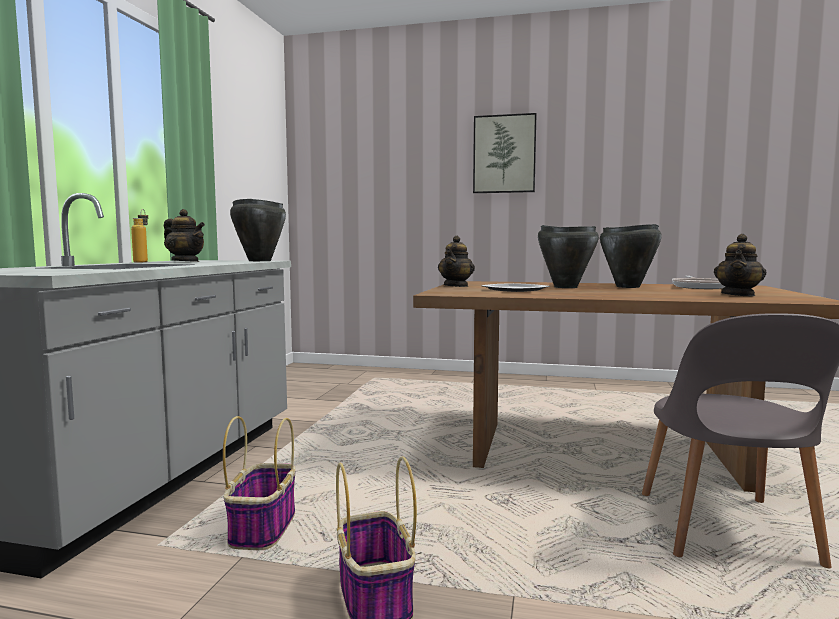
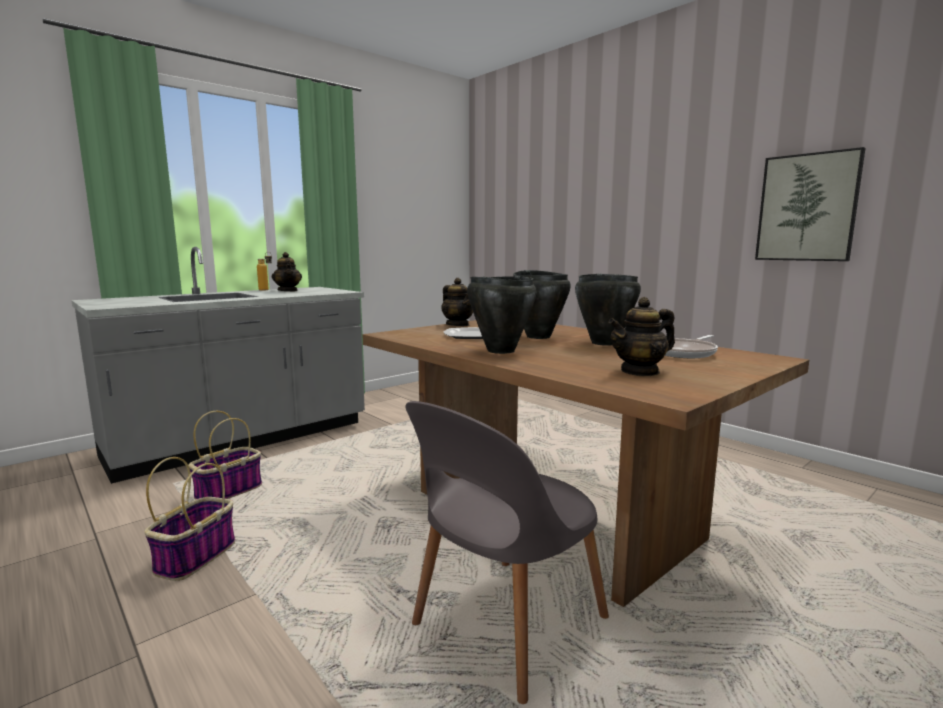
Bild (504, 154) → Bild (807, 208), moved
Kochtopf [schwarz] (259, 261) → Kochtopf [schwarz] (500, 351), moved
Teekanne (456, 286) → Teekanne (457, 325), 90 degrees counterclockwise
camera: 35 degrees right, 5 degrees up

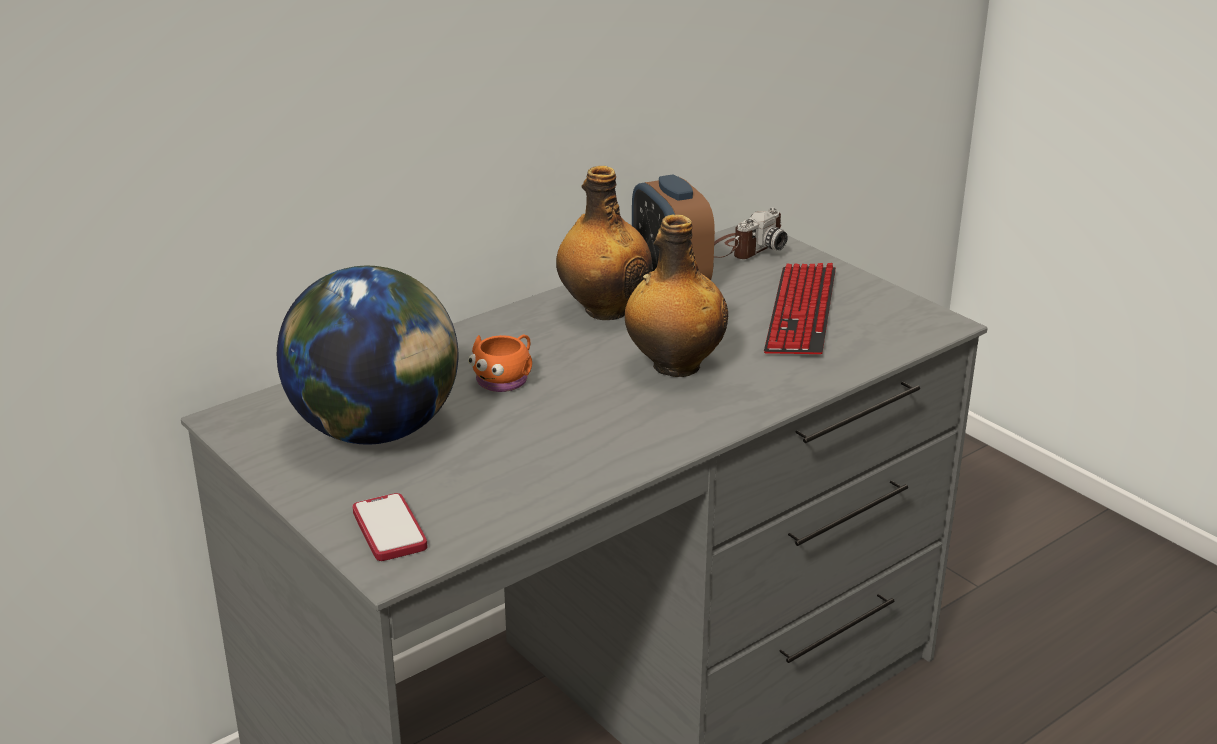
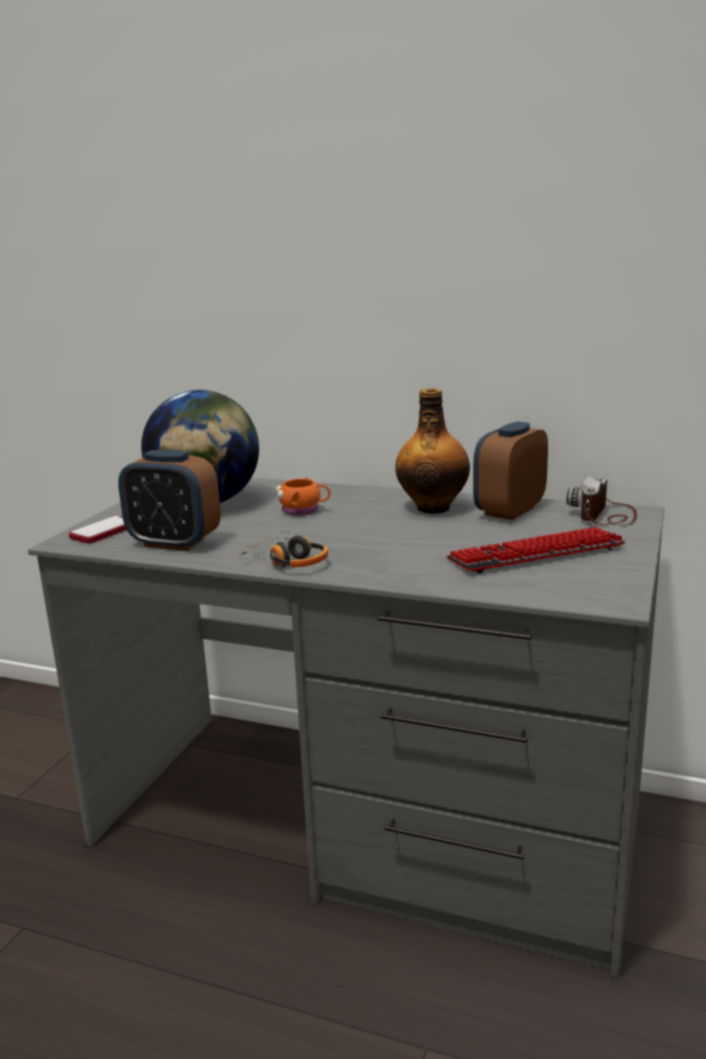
Kamera (744, 248) → Kamera (606, 516), 105 degrees clockwise
Flasche (674, 366) → -
- → Wecker (174, 543)
- → Kopfhörer (287, 560)
camera: 60 degrees right, 10 degrees down

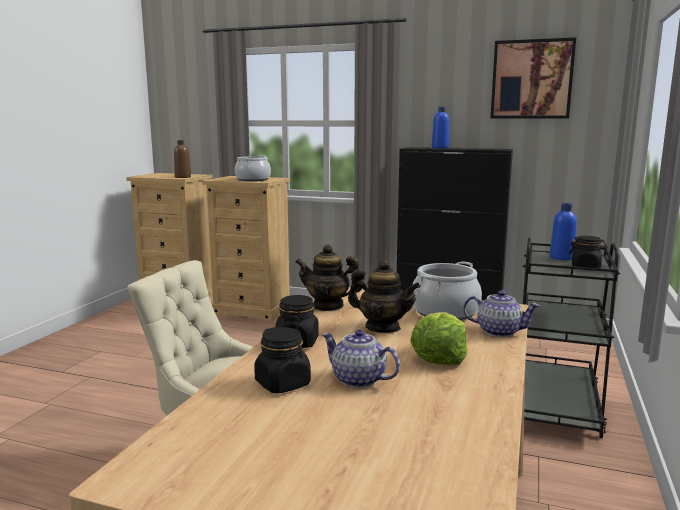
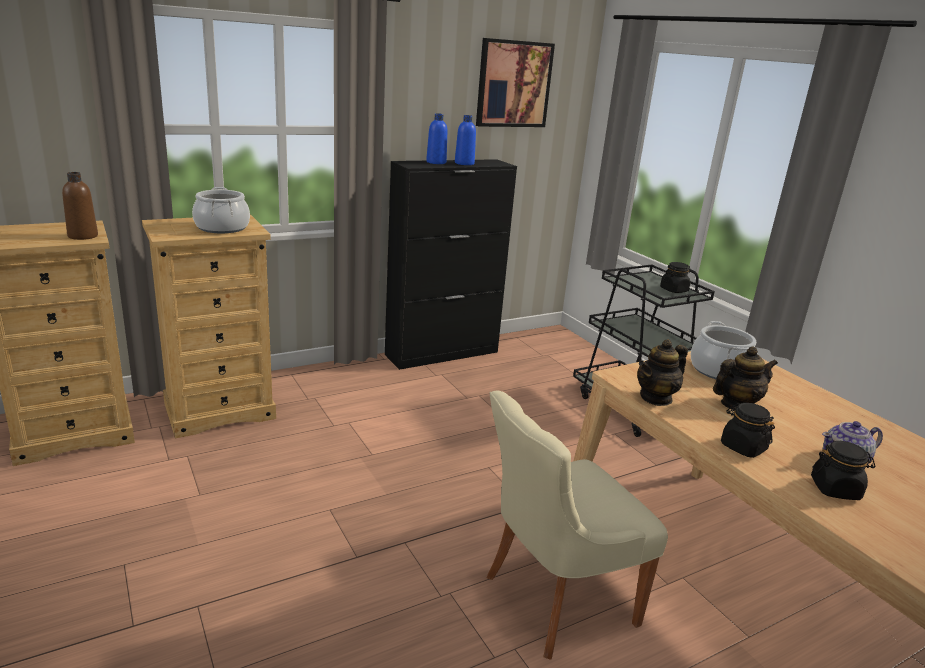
Flasche [blau] (561, 257) → Flasche [blau] (464, 163), moved
Teekanne (498, 331) → -
Salatkopf (439, 357) → -
camera: 50 degrees left, 10 degrees up

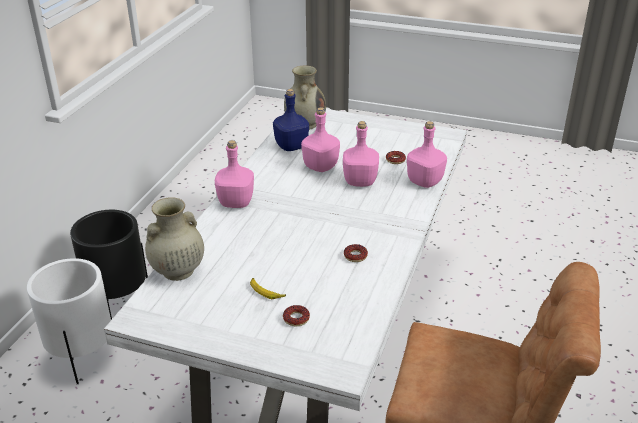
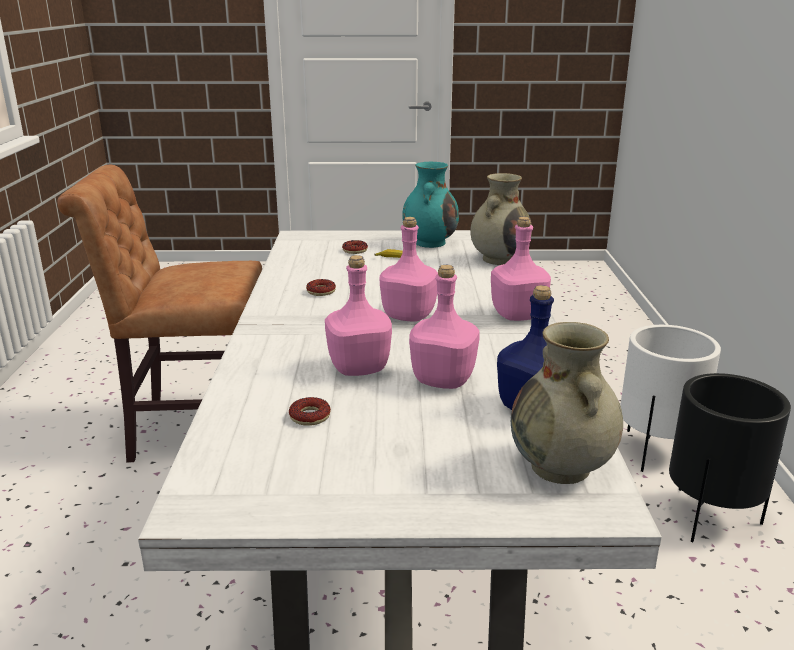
Flasche [rosa] (424, 181) → Flasche [rosa] (410, 316), moved
- → Vase [türkis] (430, 242)
camera: 160 degrees right, 10 degrees down

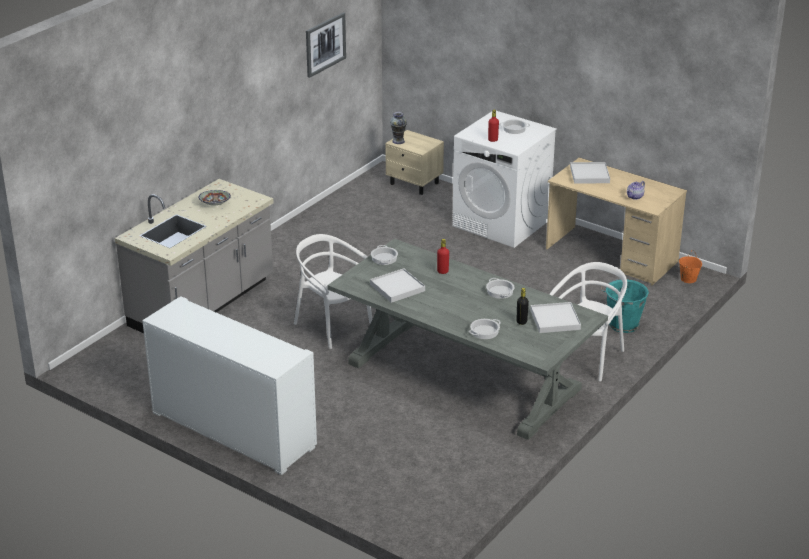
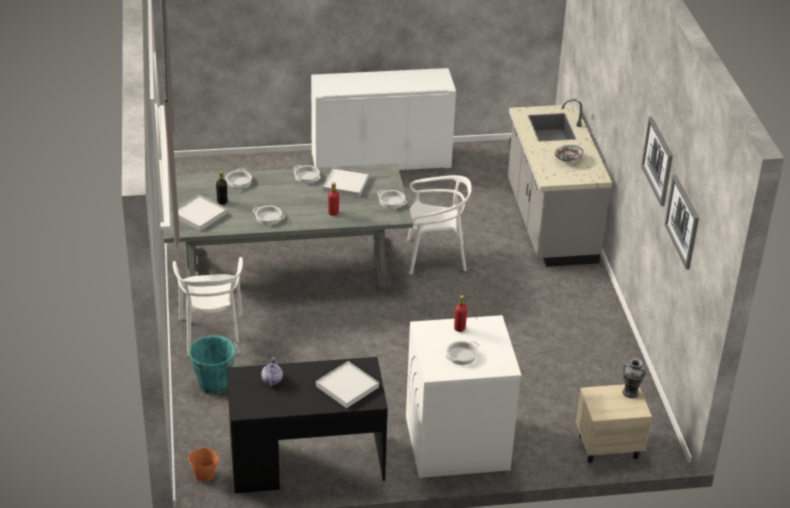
Schreibtisch [beige] (611, 256) → Schreibtisch [schwarz] (306, 462)
- → Bild (658, 161)
- → Kochtopf (306, 177)
camera: 135 degrees right, 5 degrees up

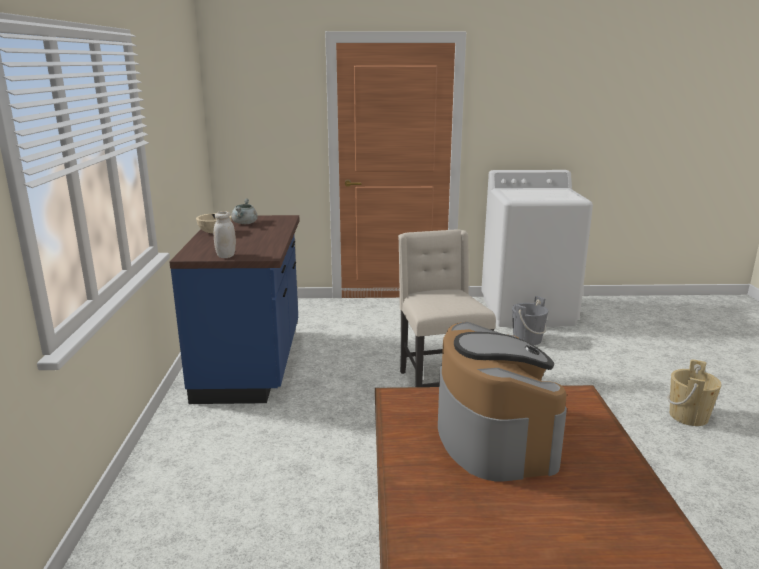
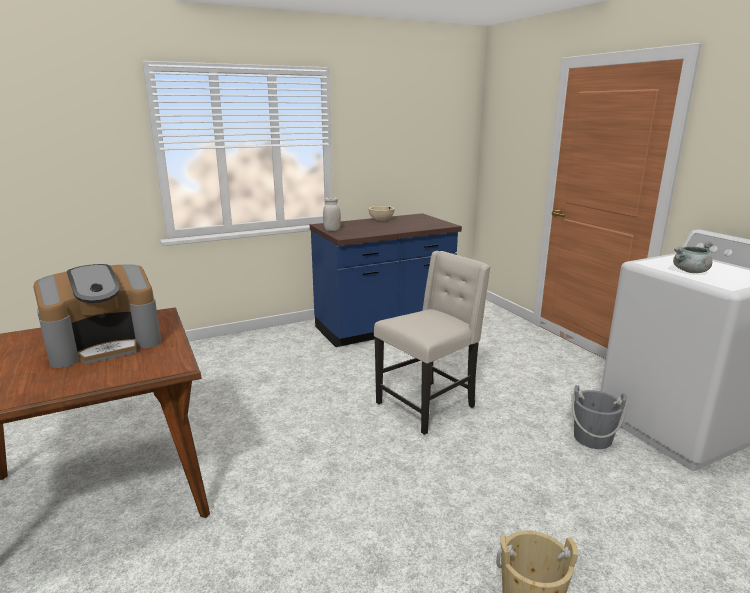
Kochtopf [grau] (245, 223) → Kochtopf [grau] (690, 271), moved
camera: 65 degrees right, 0 degrees up

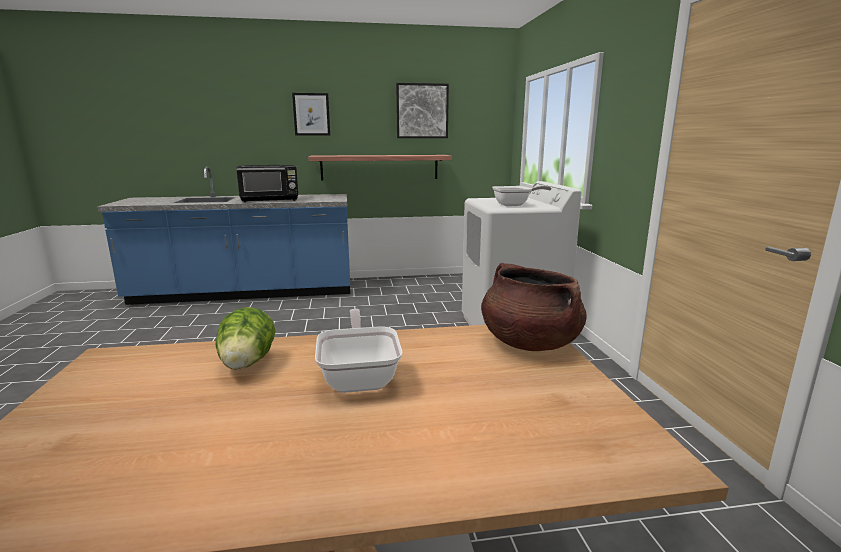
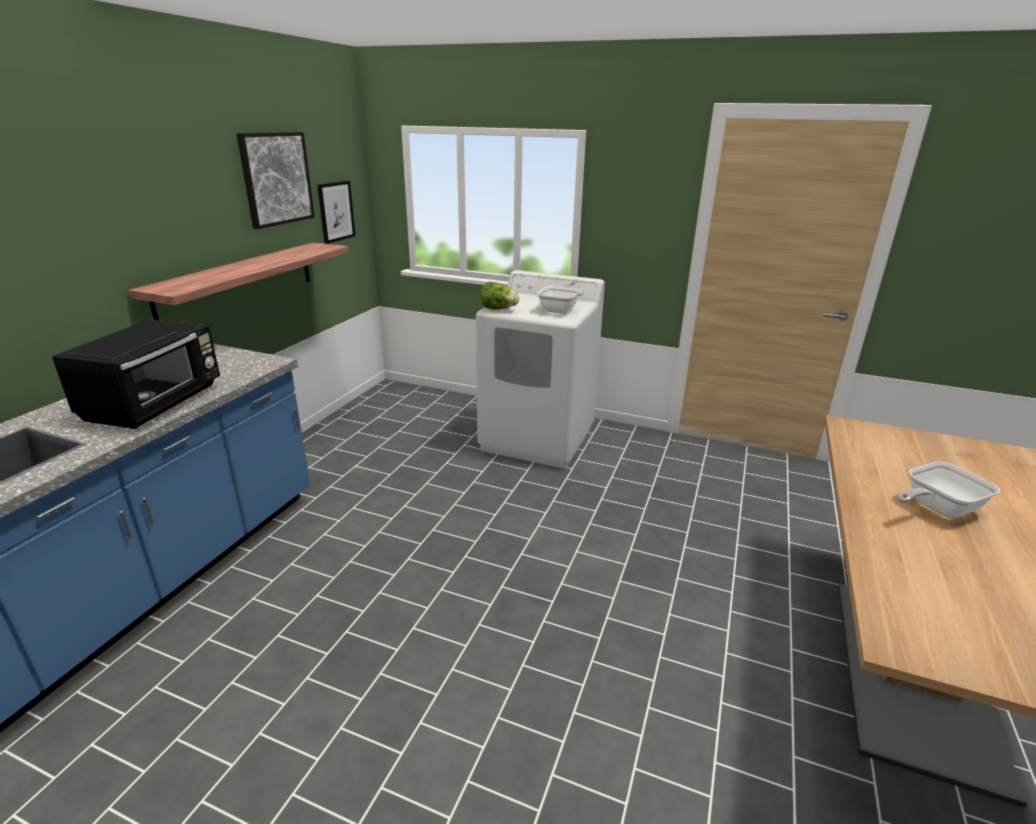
Bild (311, 114) → Bild (336, 211), moved
Kochtopf [braun] (529, 343) → -
Salatkopf (247, 364) → Salatkopf (498, 309), moved
Pfanne (360, 376) → Pfanne (936, 508), 45 degrees counterclockwise
camera: 60 degrees left, 10 degrees up

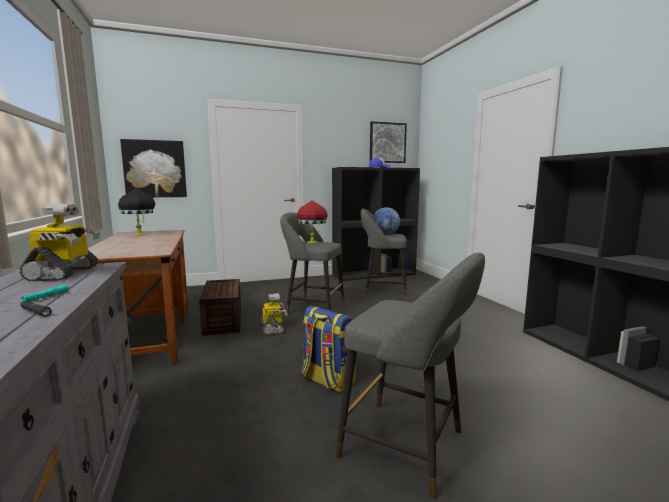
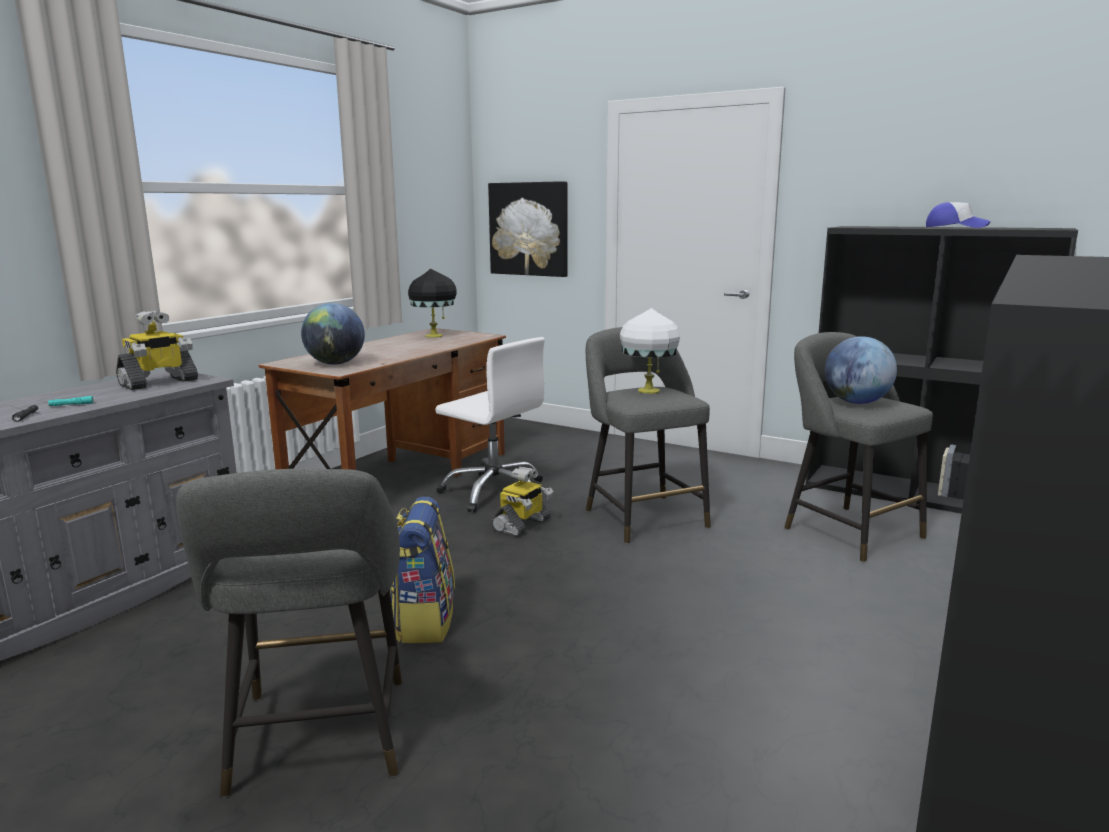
Bild (387, 142) → -
Tischlampe [rot] (312, 242) → Tischlampe [weiß] (648, 391)
Aufbewahrungsbox [braun] (224, 321) → Bürostuhl [weiß] (495, 492)
- → Globus (335, 364)
camera: 50 degrees right, 5 degrees up

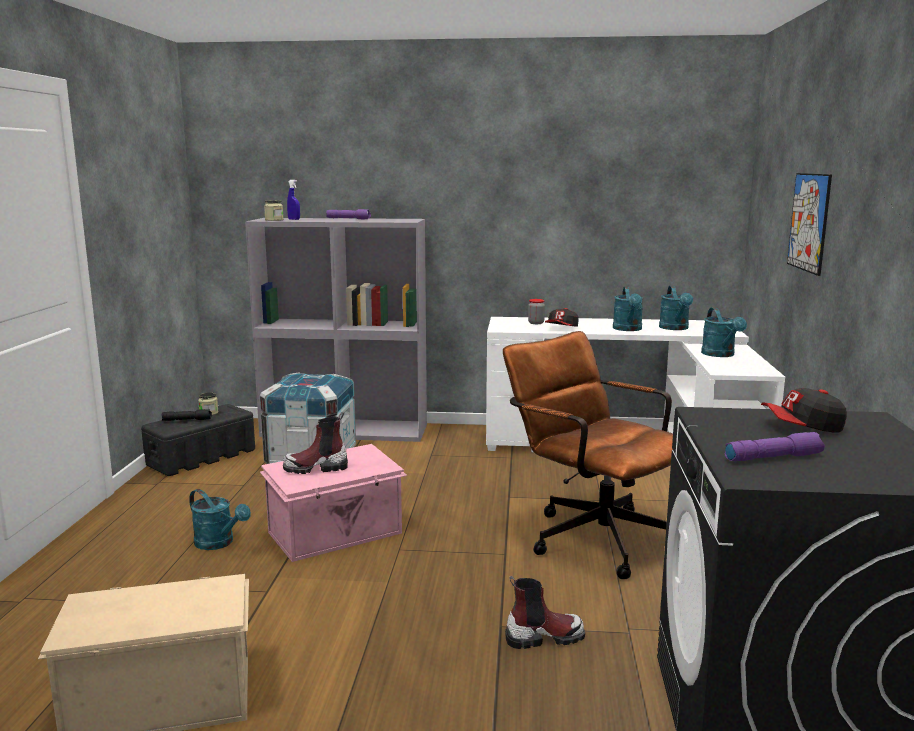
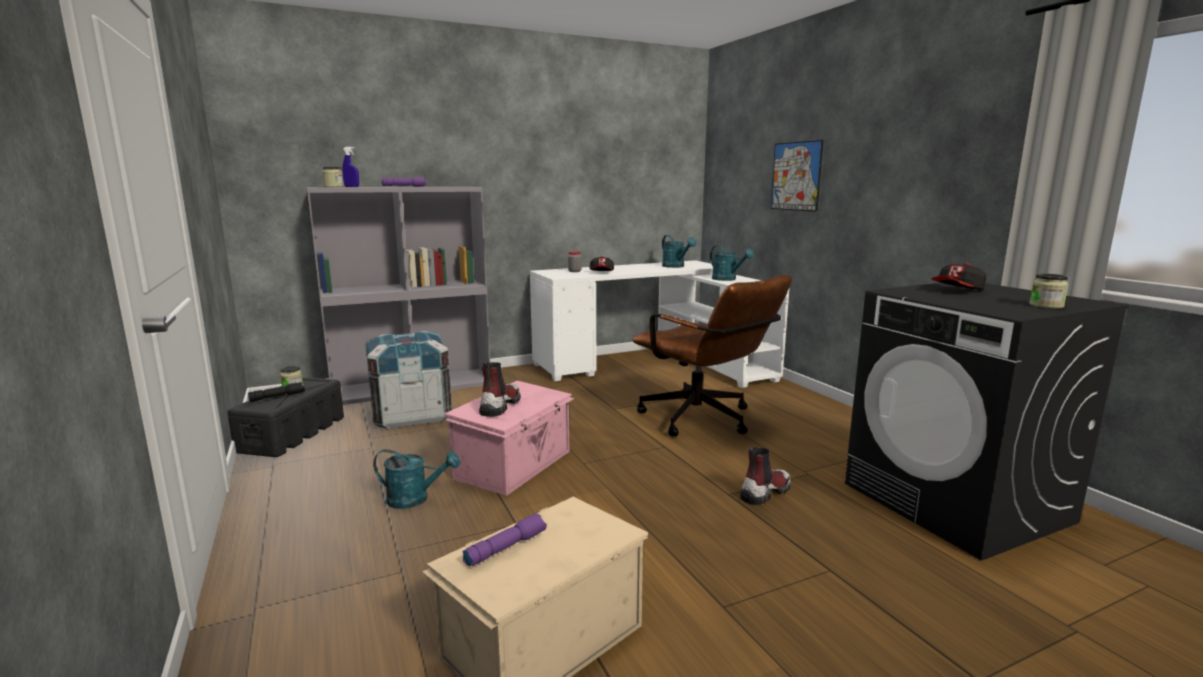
Gießkanne [türkis] (628, 329) → -
Bürostuhl [braun] (592, 535) → Bürostuhl [braun] (704, 421), 150 degrees counterclockwise
Stiefel (316, 468) → Stiefel (500, 406), 150 degrees clockwise
Taschenlampe [lila] (773, 457) → Taschenlampe [lila] (506, 547), moved
- → Vorratsglas (1046, 305)
camera: 30 degrees left, 0 degrees up

